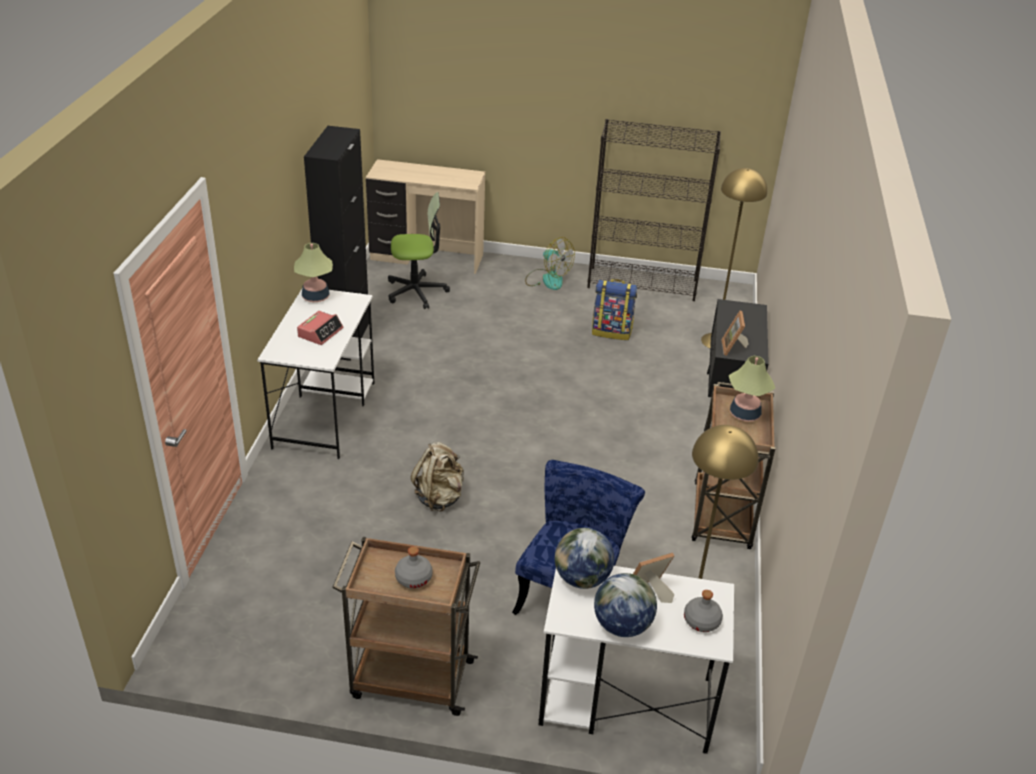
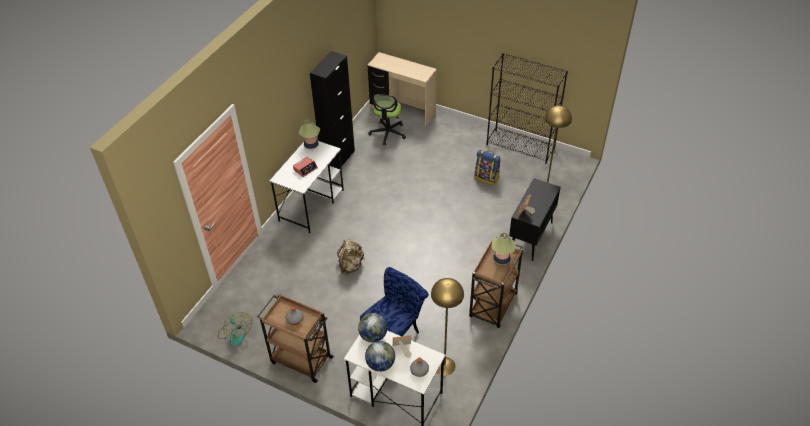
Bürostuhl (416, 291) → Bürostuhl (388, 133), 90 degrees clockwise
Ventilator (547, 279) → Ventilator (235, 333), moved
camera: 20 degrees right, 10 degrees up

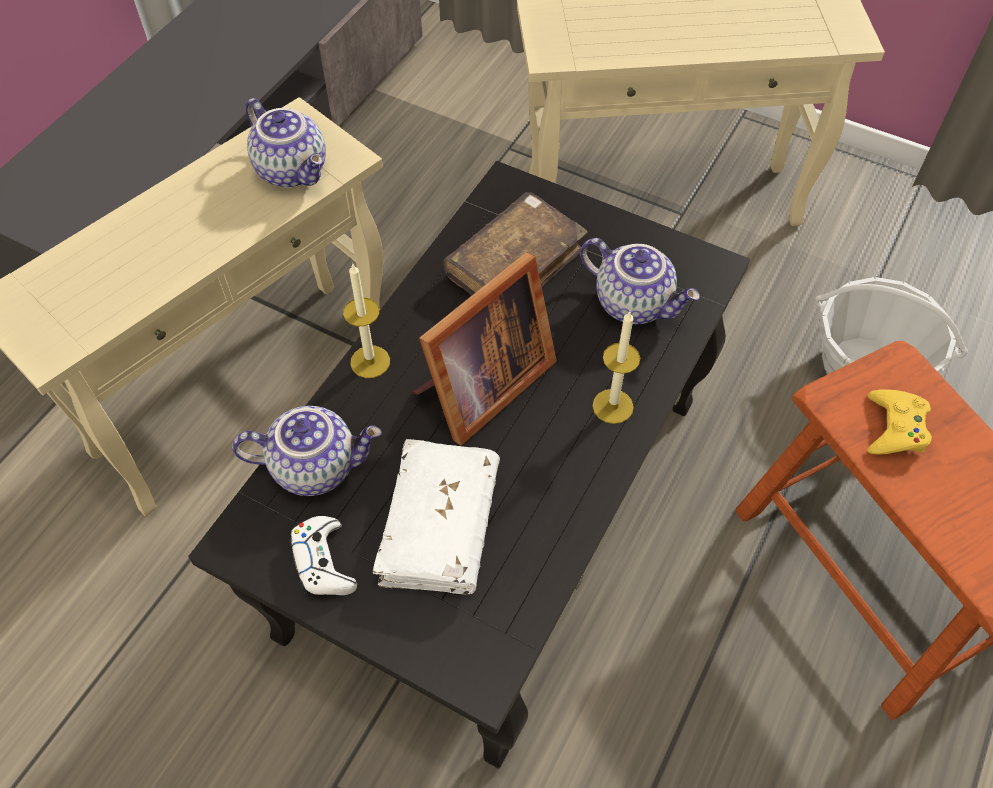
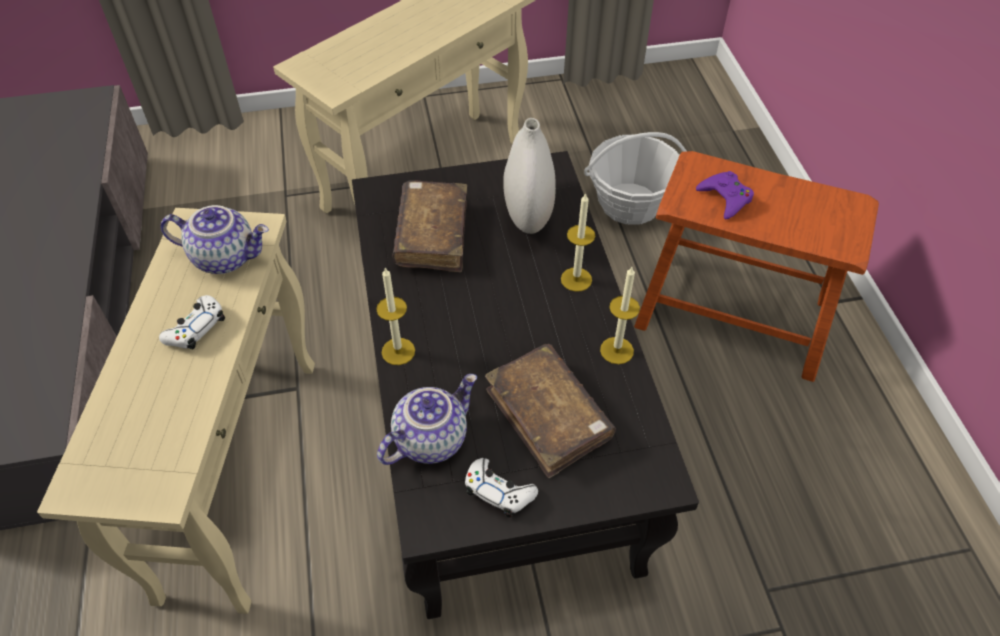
Teekanne (634, 303) → Vase [weiß] (528, 213)
Bilderrahmen (480, 387) → -
Gamepad [gelb] (895, 428) → Gamepad [lila] (725, 198)
Buch [weiß] (440, 526) → Buch [braun] (548, 417)
- → Kerze (616, 350)
- → Gamepad [weiß] (195, 328)
camera: 40 degrees left, 5 degrees down

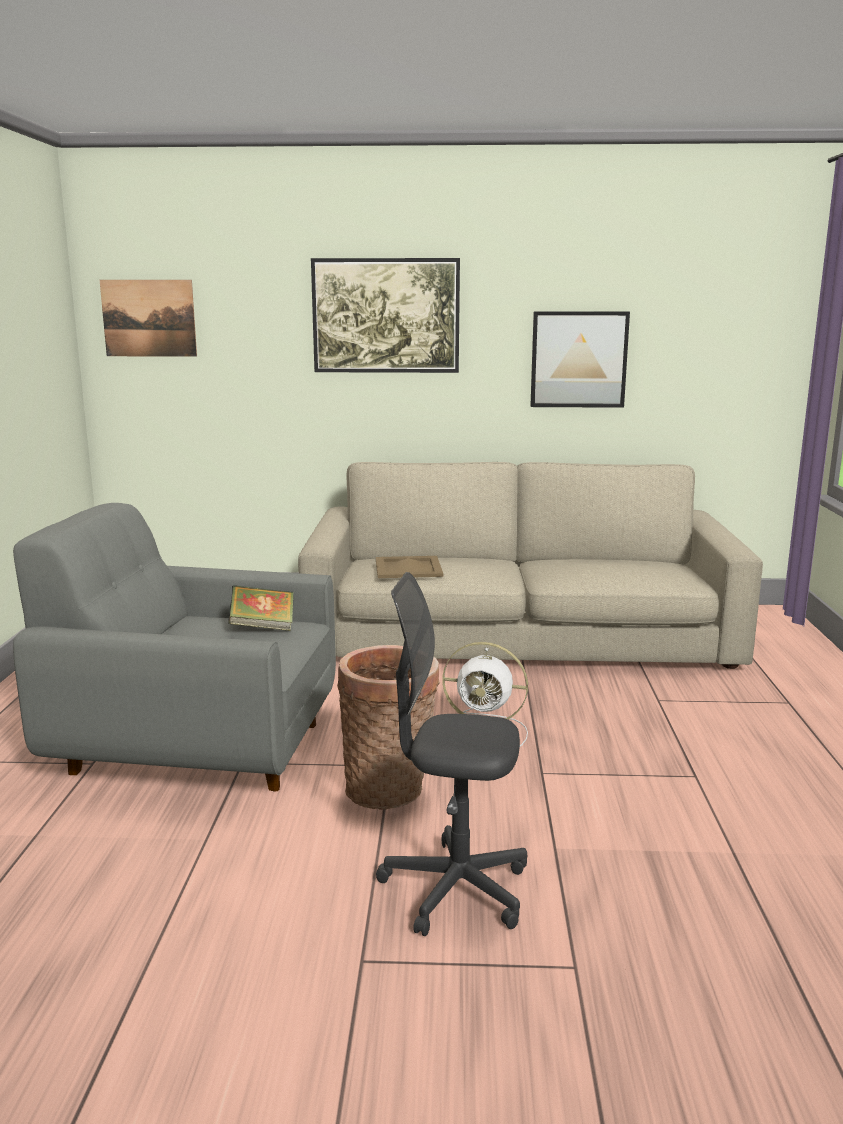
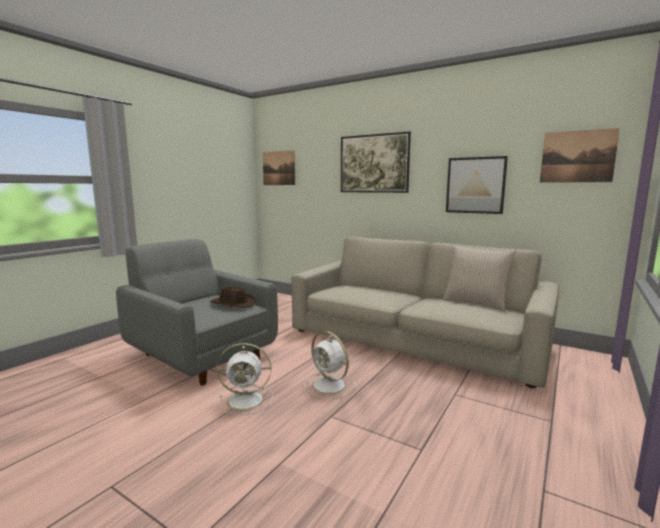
Tablett [beige] (407, 568) → -
Bürostuhl [grau] (455, 889) → -
Buch (262, 627) → Hut [braun] (232, 304)
Korb (389, 789) → Ventilator [weiß] (247, 400)
- → Bild (577, 156)
- → Kissen [beige] (475, 303)
camera: 30 degrees right, 5 degrees down

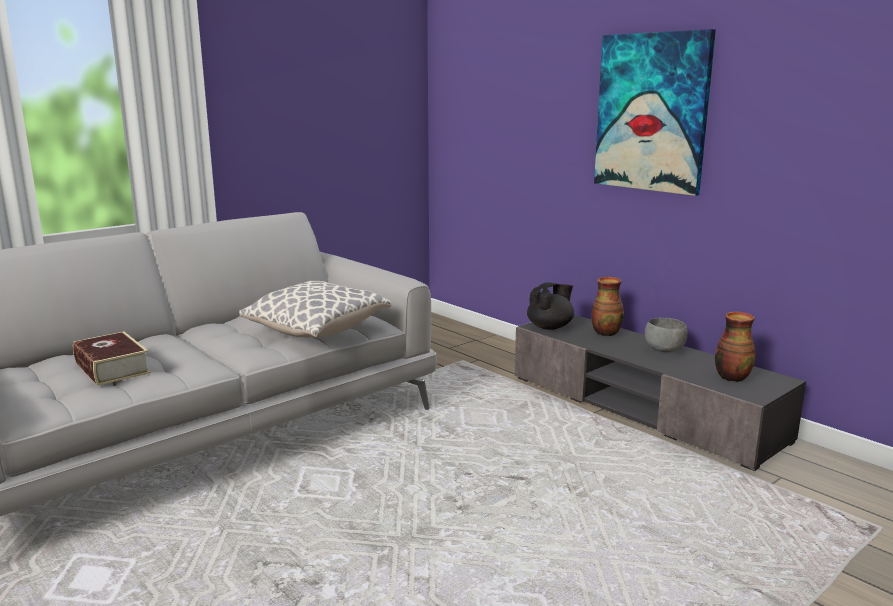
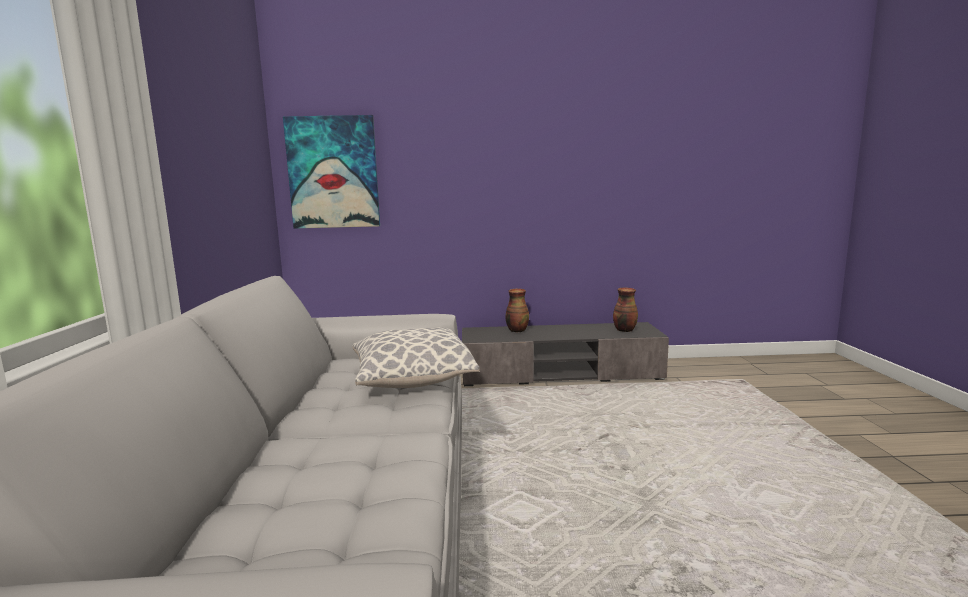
Bild (651, 112) → Bild (333, 172), moved
Teekanne [schwarz] (550, 327) → -
Schüssel [grau] (664, 350) → -
Buch (112, 368) → -
camera: 50 degrees left, 5 degrees down

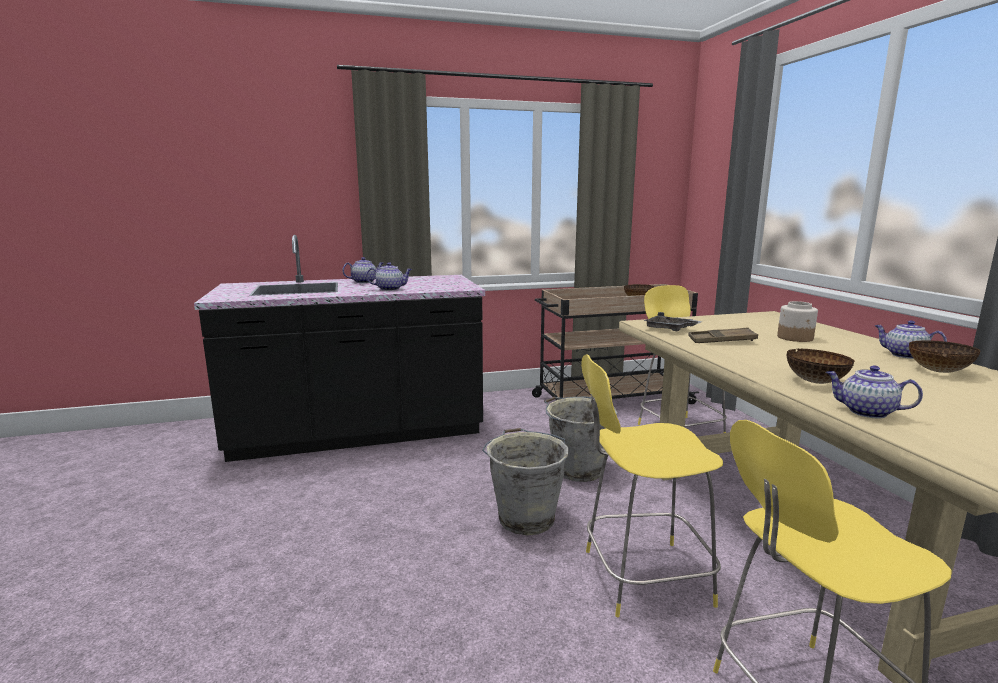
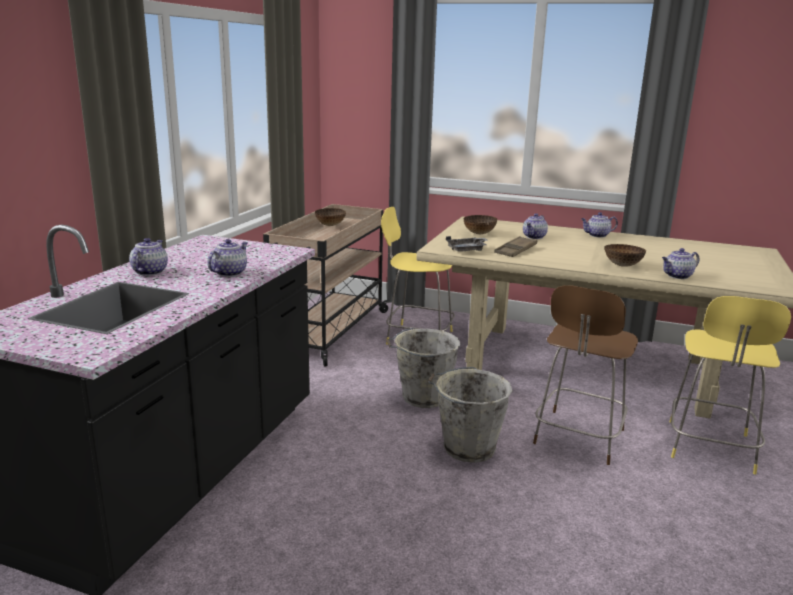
Vorratsglas (795, 338) → Teekanne (534, 237)
Schüssel (937, 371) → Schüssel (478, 233), moved
Hocker [gelb] (641, 577) → Hocker [braun] (578, 438)
camera: 55 degrees left, 5 degrees up

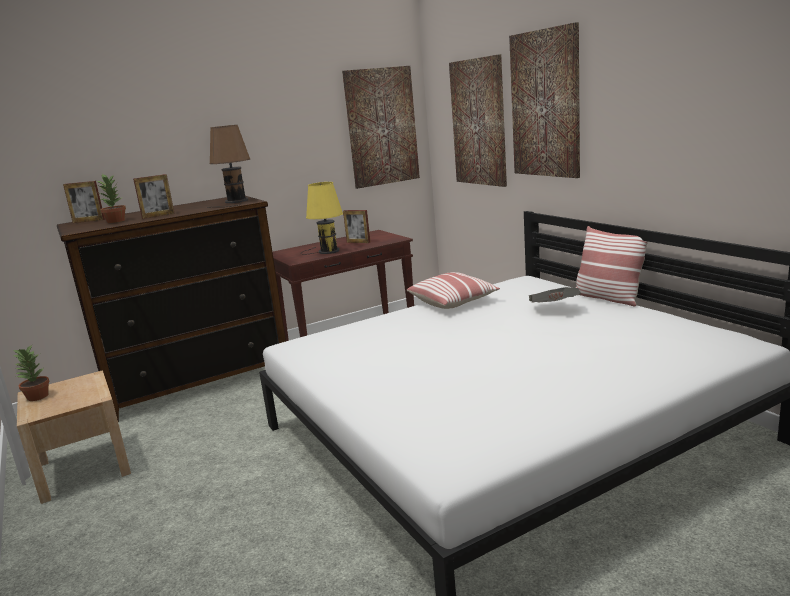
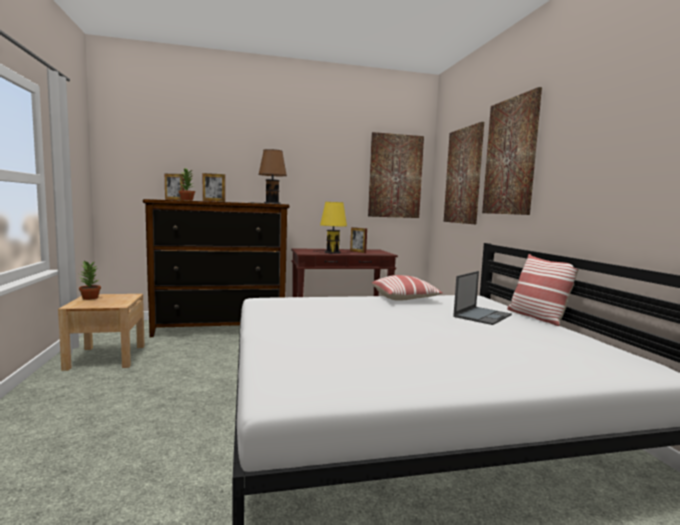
Zeitung (554, 309) → Laptop (482, 315)
camera: 15 degrees right, 10 degrees down

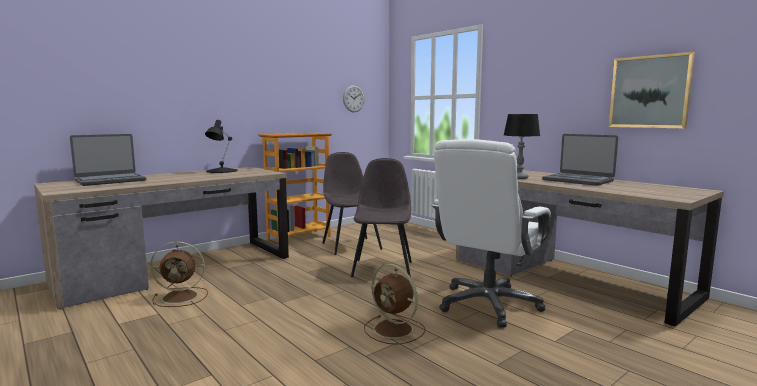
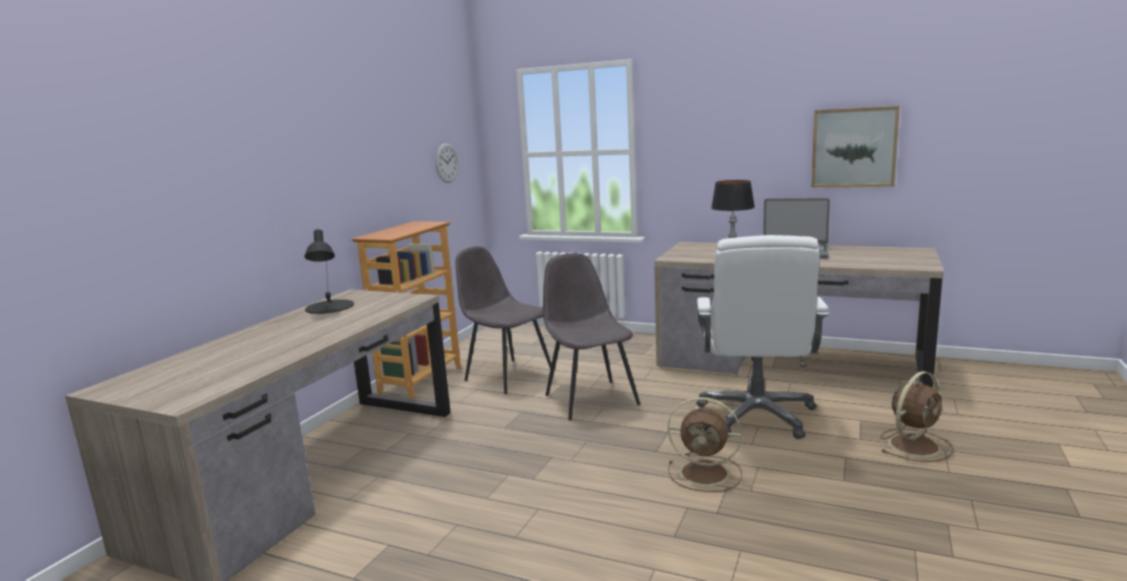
Laptop (110, 180) → -
Ventilator [braun] (182, 297) → Ventilator [braun] (915, 445), moved
camera: 25 degrees left, 5 degrees up

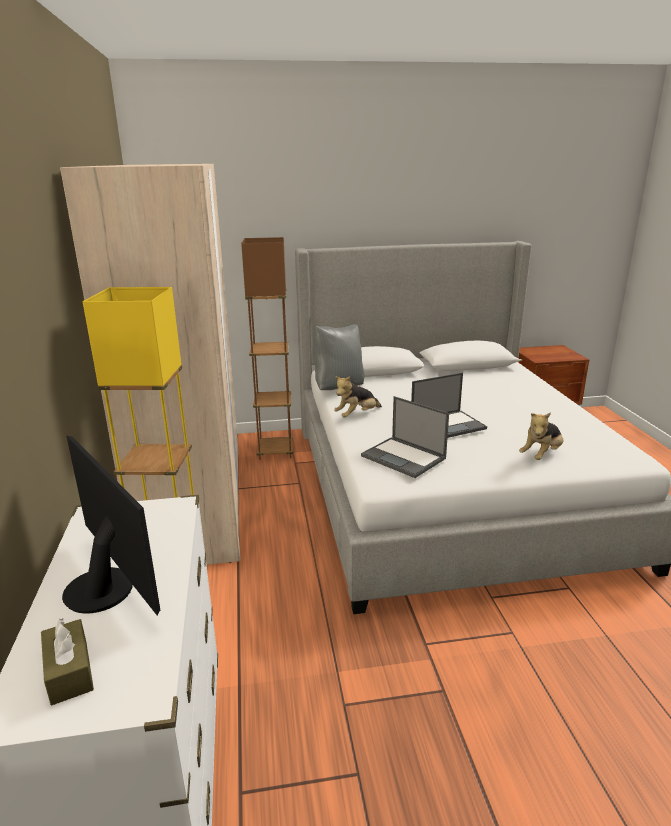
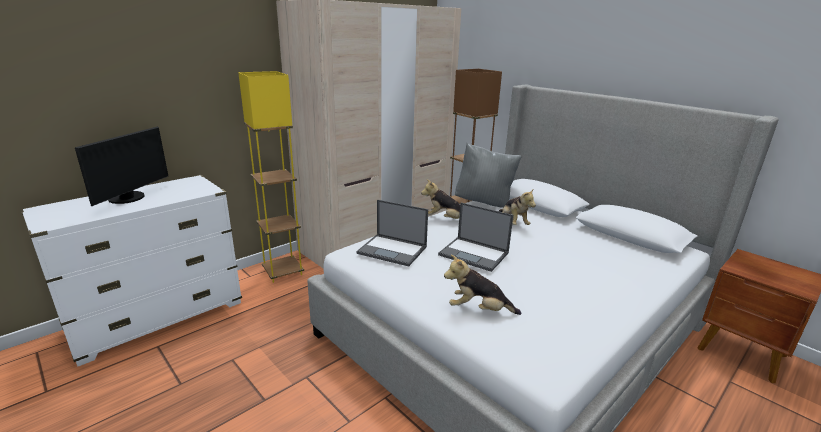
Laptop (404, 457) → Laptop (393, 250), 75 degrees counterclockwise
Taschentuchbox [braun] (69, 671) → -
- → Plüschtier (513, 222)
camera: 55 degrees right, 0 degrees up

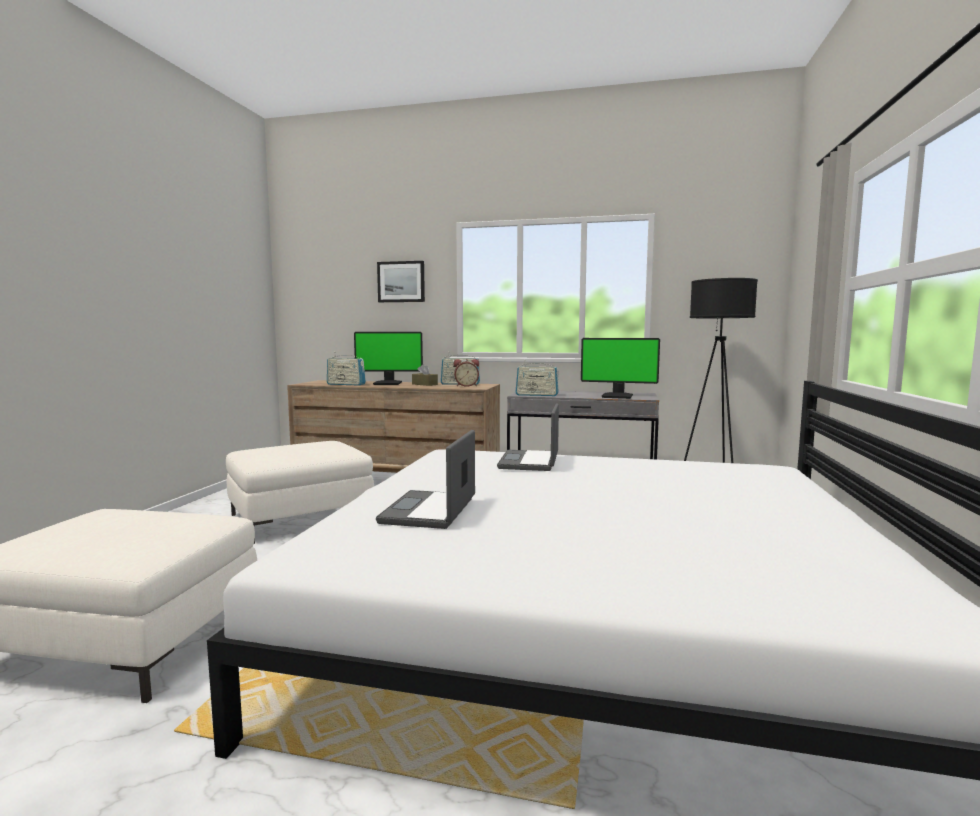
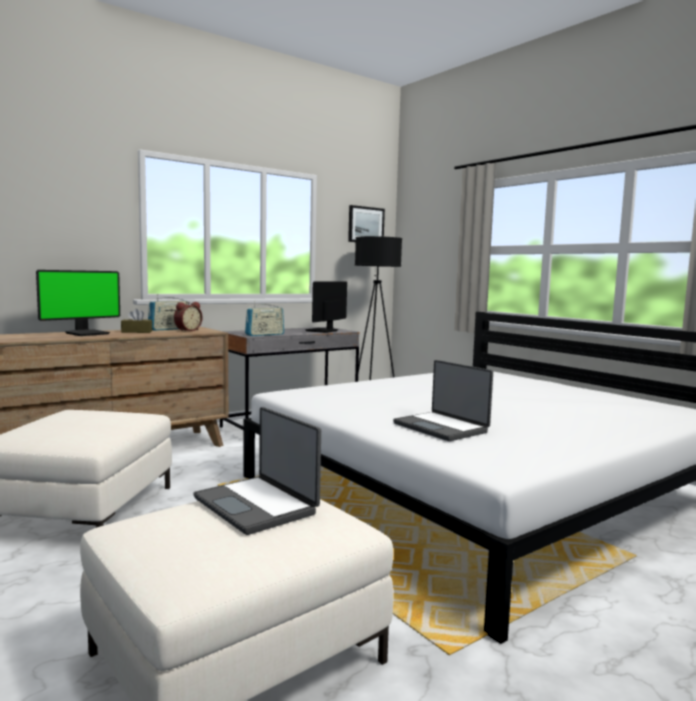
Bild (401, 282) → Bild (365, 225), moved
Monitor (618, 396) → Monitor (323, 331), 150 degrees clockwise
Radio (346, 384) → -
Laptop (530, 462) → Laptop (257, 505), moved
camera: 50 degrees left, 0 degrees up

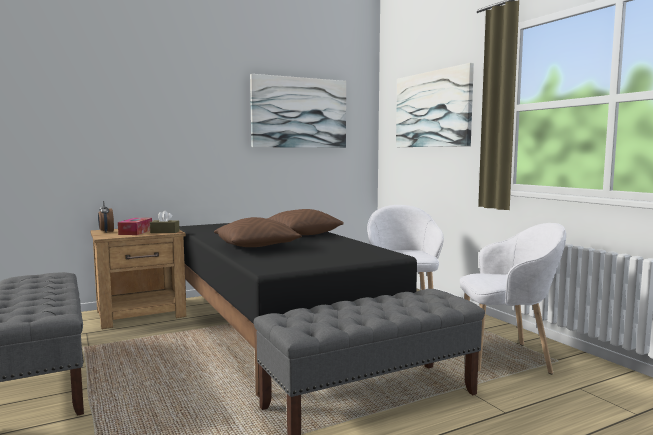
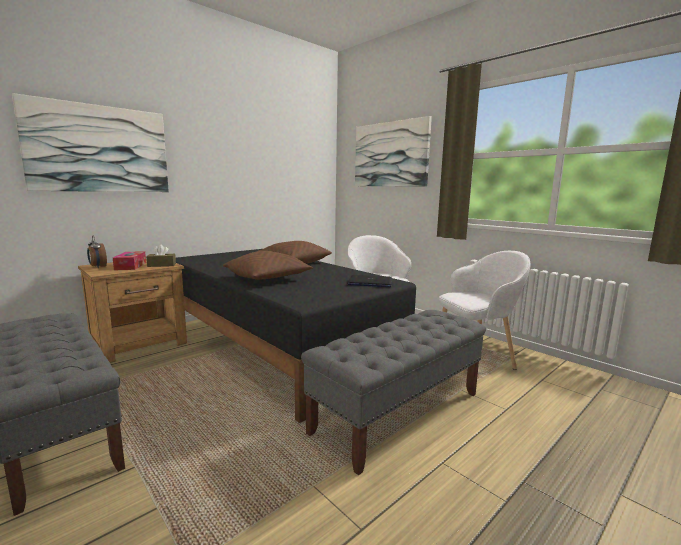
Bild (299, 113) → Bild (99, 149), moved
- → Laptop (370, 282)
camera: 15 degrees left, 5 degrees up

